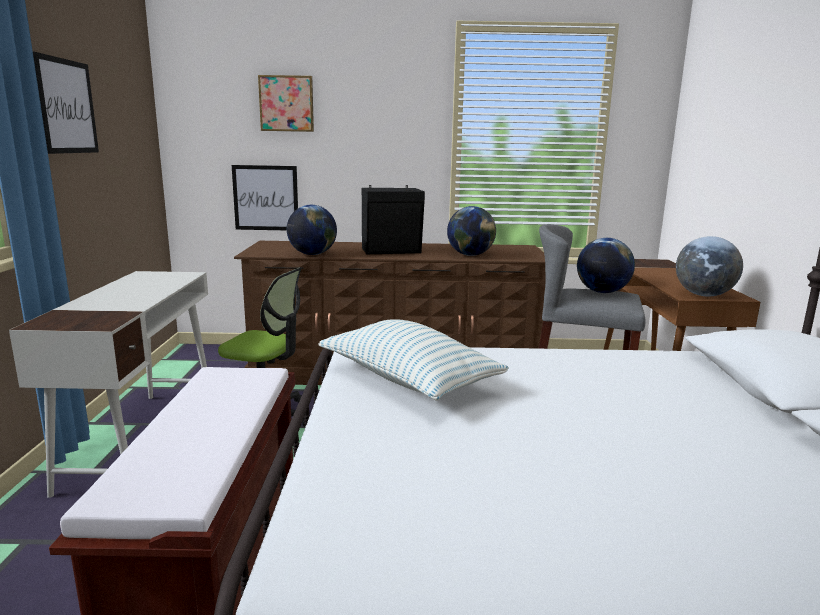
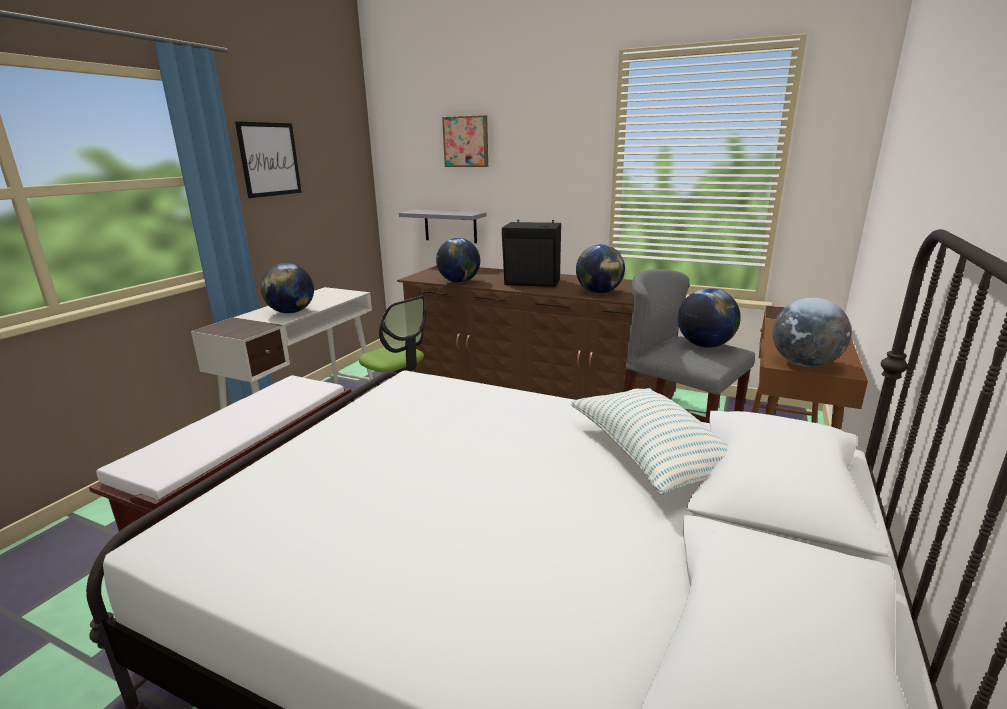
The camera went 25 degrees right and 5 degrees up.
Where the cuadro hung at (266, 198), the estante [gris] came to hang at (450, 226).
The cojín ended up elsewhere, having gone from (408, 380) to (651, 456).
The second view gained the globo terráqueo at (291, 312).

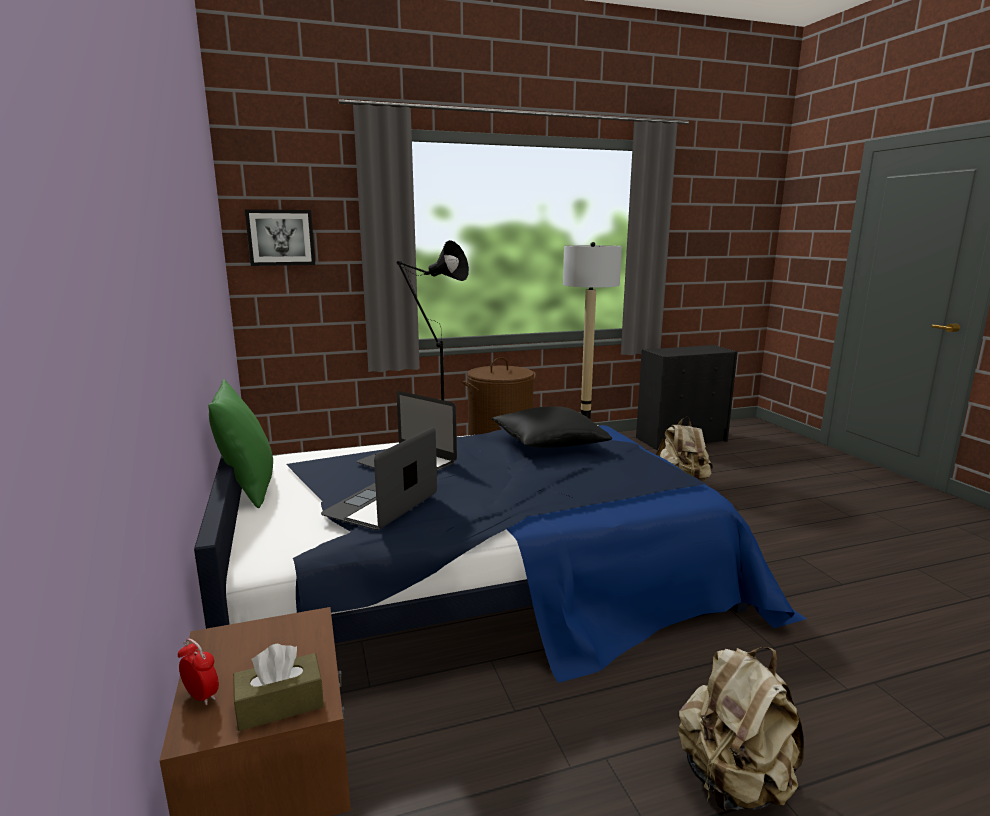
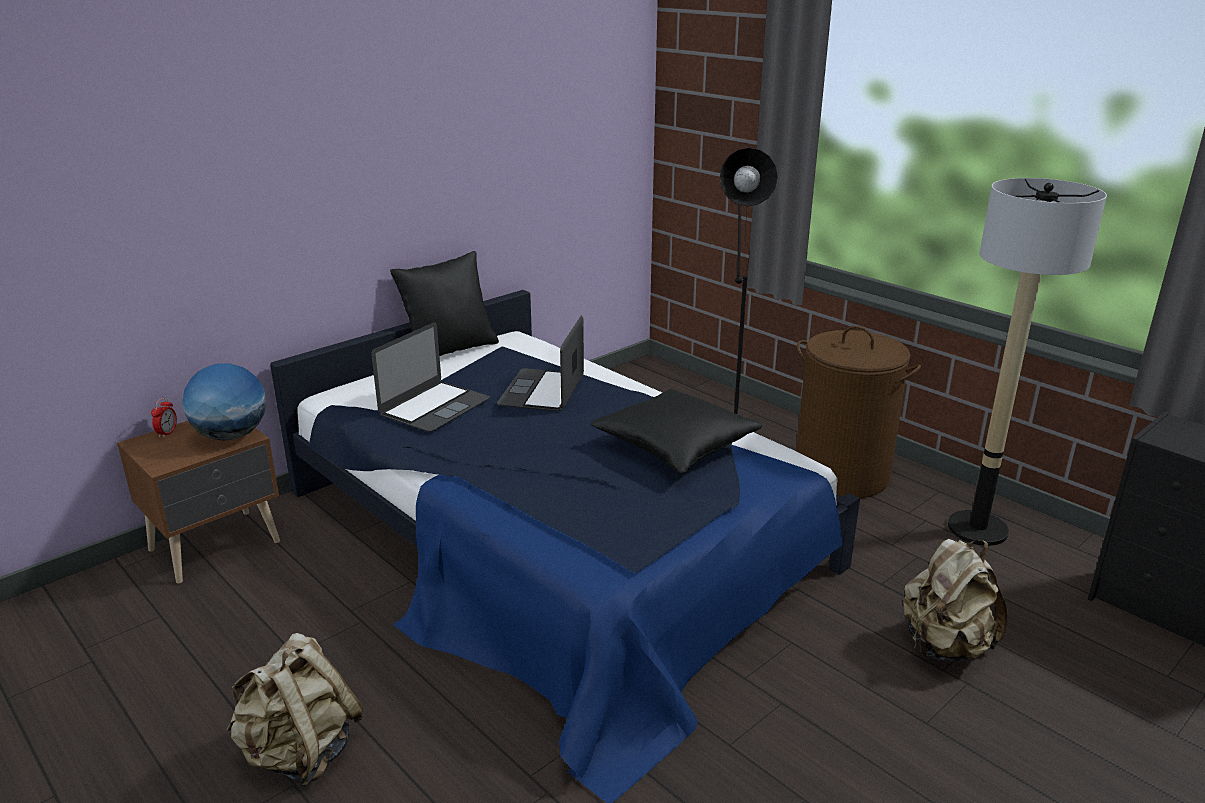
The camera went 65 degrees right and 10 degrees up.
The second view lost the cuadro at (281, 237).
What was the cojín [verde] at (248, 487) turned into the cojín [negro] at (449, 351).
The portátil at (381, 505) ended up facing another way, 120 degrees clockwise from before.
The second view lost the caja de pañuelos [marrón] at (280, 705).
The second view gained the globo terráqueo at (231, 436).

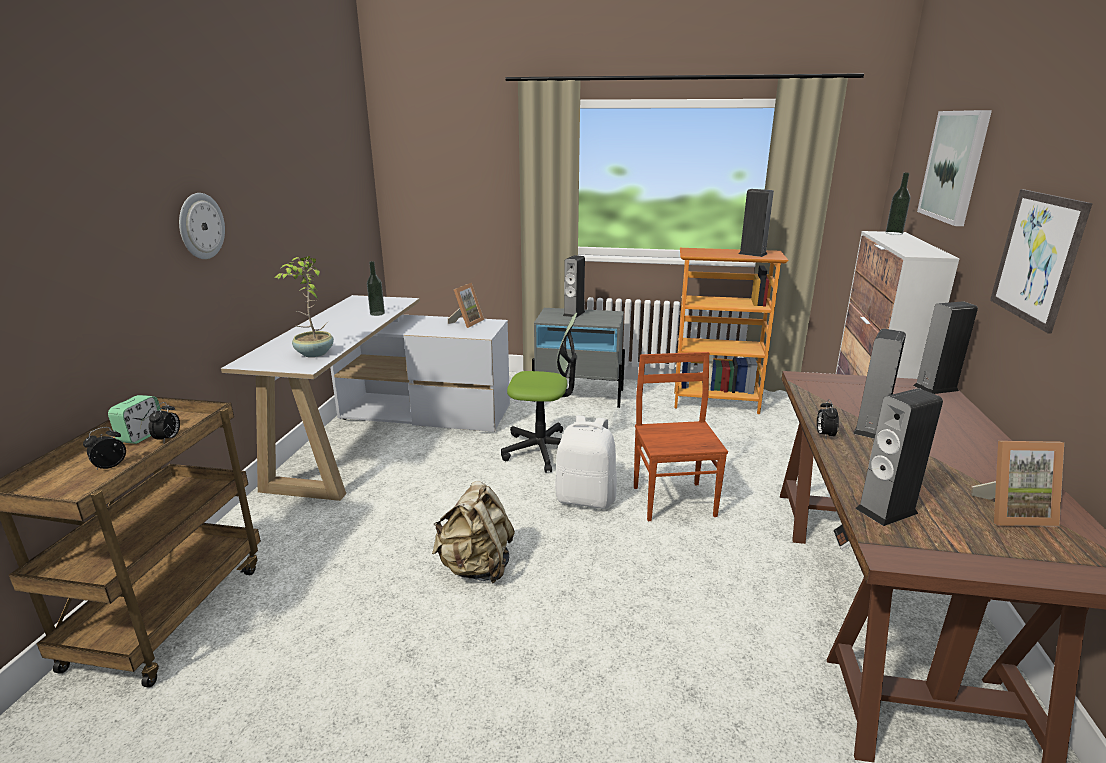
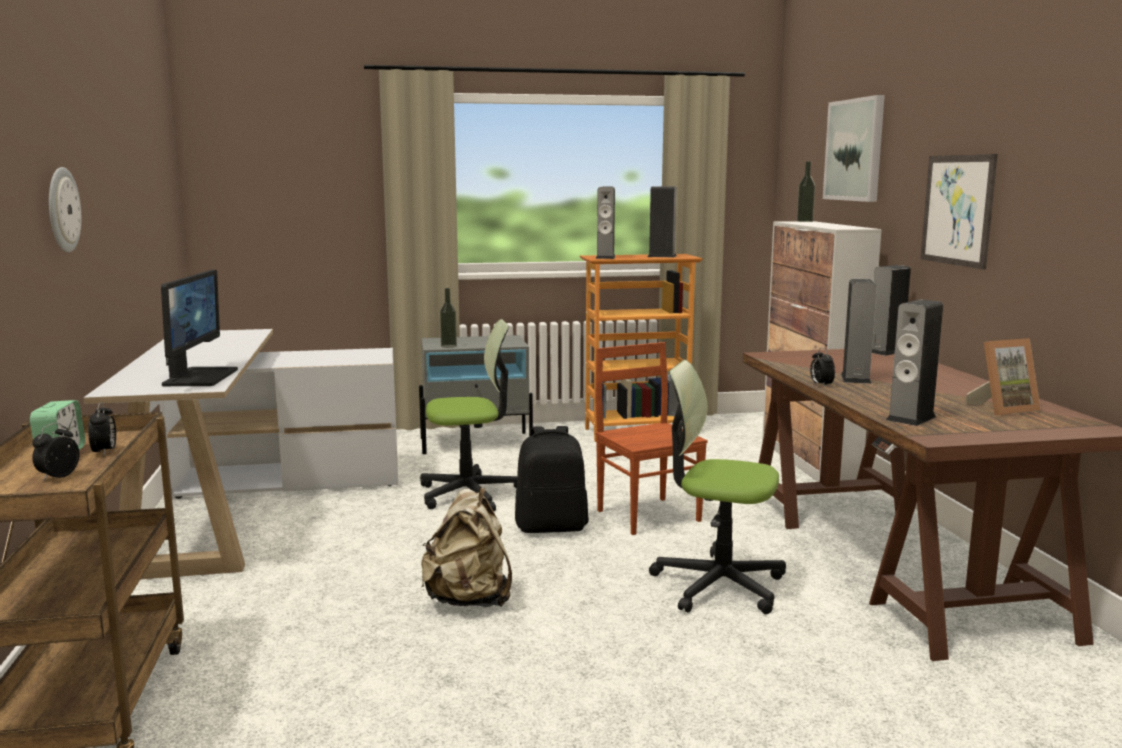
The camera went 20 degrees left and 10 degrees down.
The altavoz ended up elsewhere, having gone from (574, 313) to (605, 257).
Where the planta en maceta stood at (313, 354), the monitor came to stand at (199, 377).
The botella ended up elsewhere, having gone from (377, 313) to (448, 346).
The second view lost the portarretratos at (466, 323).
What was the mochila [blanco] at (586, 498) turned into the mochila [negro] at (552, 527).
The second view gained the silla de oficina at (718, 585).

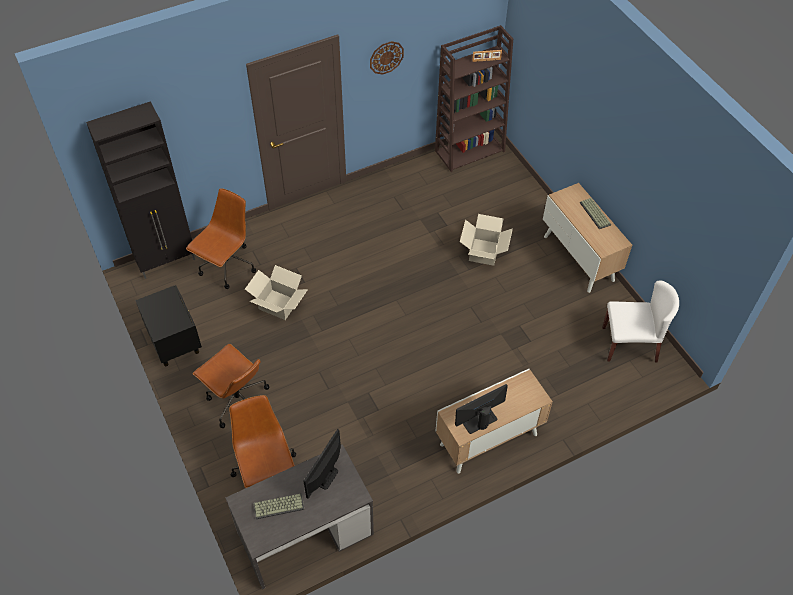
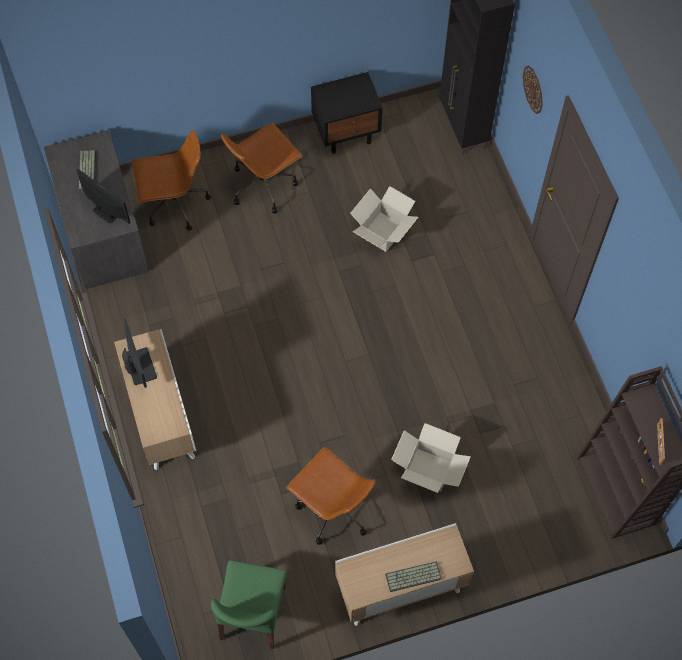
The camera went 100 degrees right and 10 degrees up.
The reloj de pared ended up elsewhere, having gone from (386, 57) to (533, 89).
The silla de oficina [marrón] ended up elsewhere, having gone from (227, 267) to (333, 509).
What was the silla [blanco] at (630, 344) turned into the silla [verde] at (253, 613).

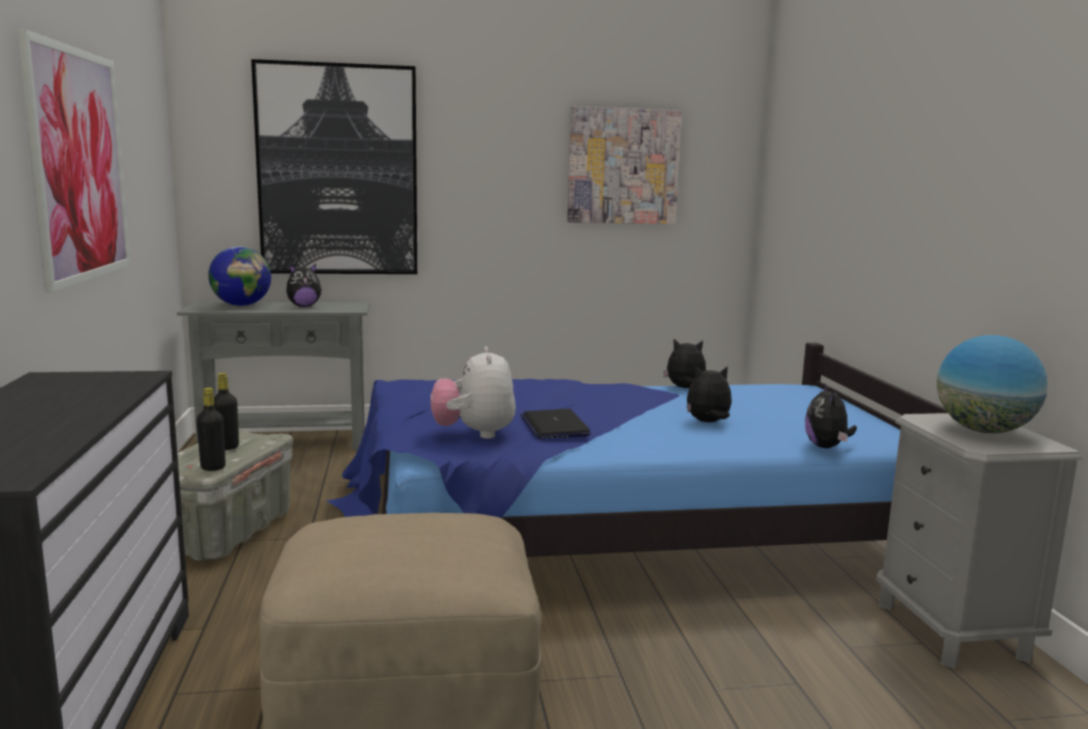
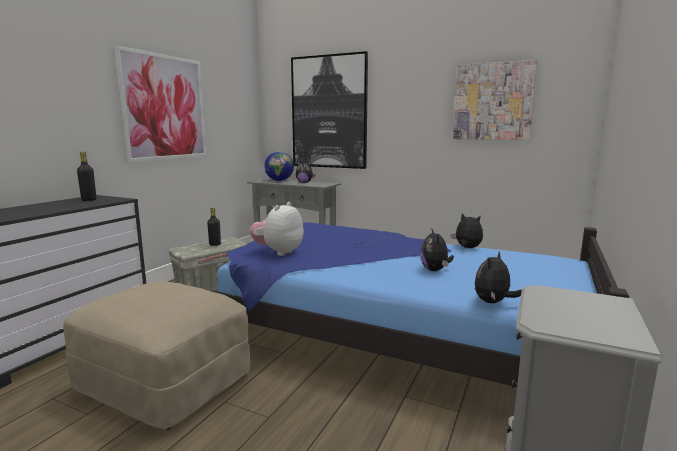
The camera went 35 degrees right and 0 degrees up.
The second view lost the globo terráqueo at (983, 431).
The peluche at (708, 422) ended up facing another way, 120 degrees counterclockwise from before.
The botella [negro] ended up elsewhere, having gone from (213, 467) to (89, 200).
The second view lost the portátil at (554, 426).

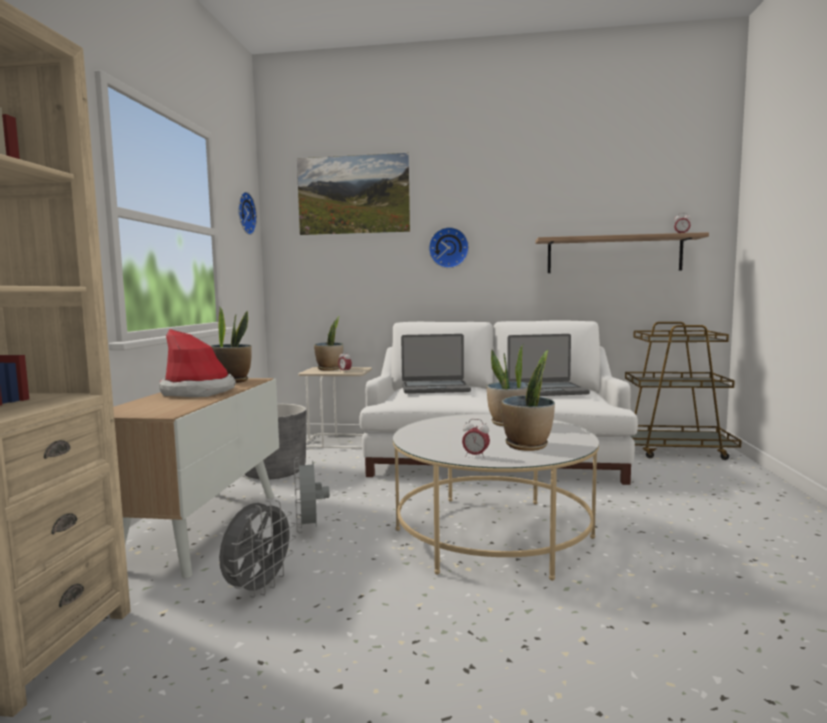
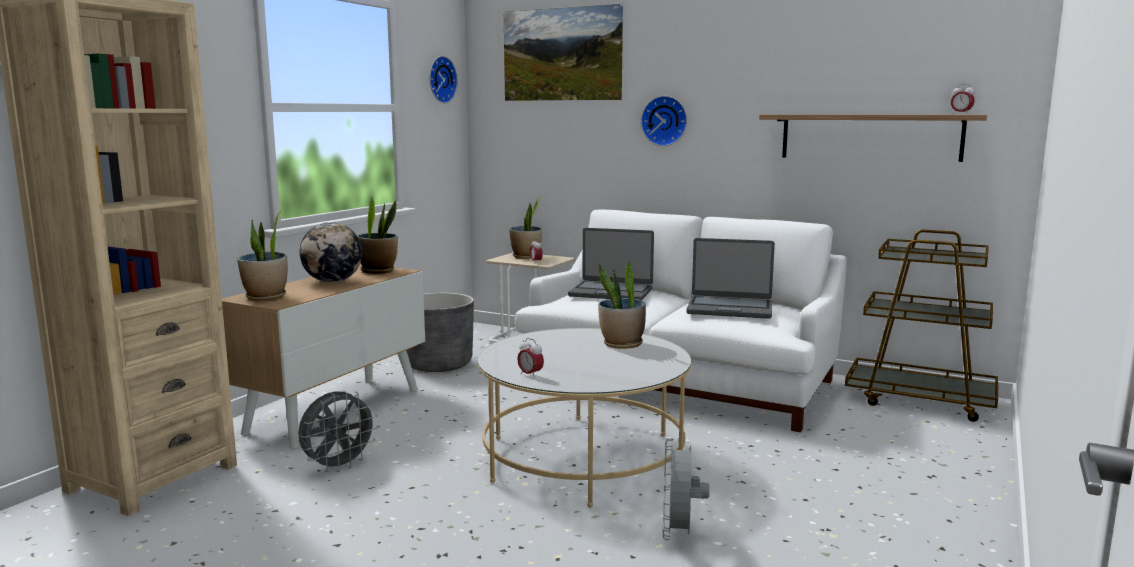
The camera went 20 degrees right and 5 degrees up.
Where the sombrero stood at (198, 392), the globo terráqueo came to stand at (333, 281).
The planta en maceta ended up elsewhere, having gone from (527, 446) to (266, 297).
The ventilador [gris] ended up elsewhere, having gone from (309, 529) to (679, 533).

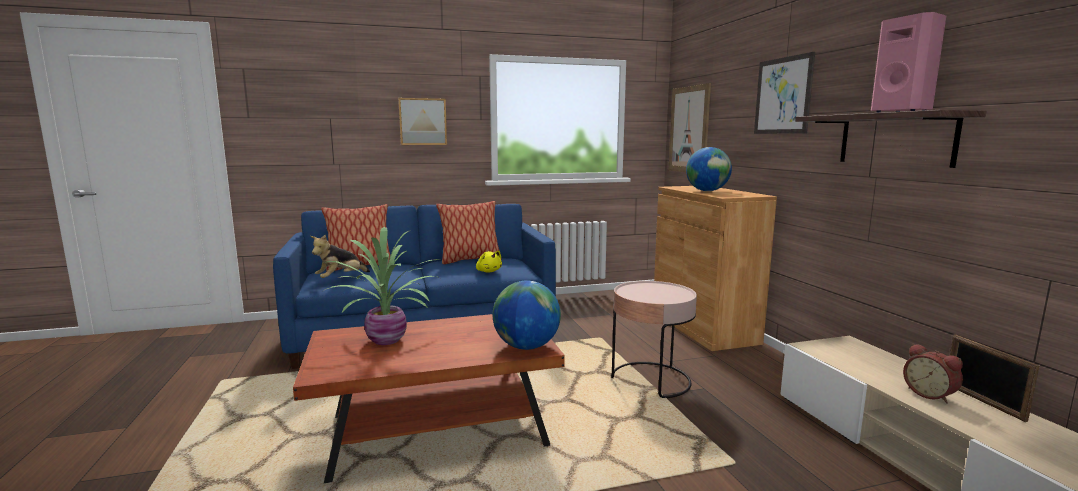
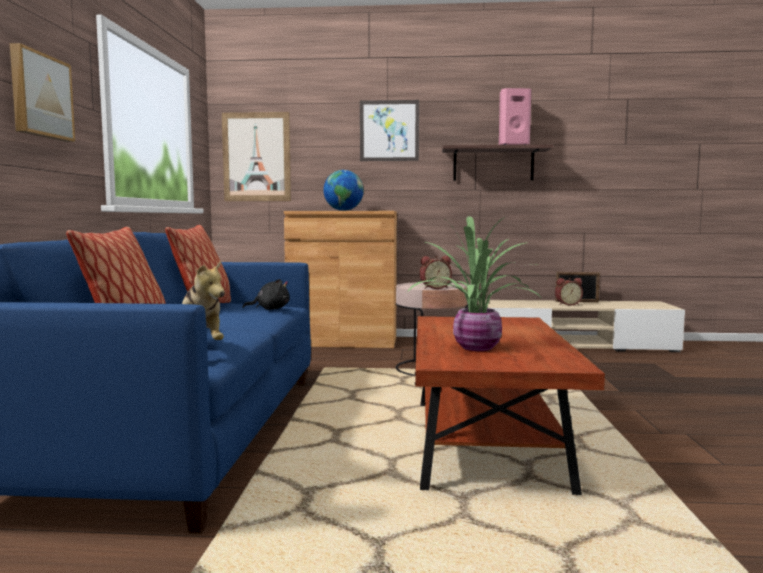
The camera went 70 degrees left and 5 degrees down.
What was the peluche [amarillo] at (488, 271) turned into the peluche [negro] at (270, 309).
The second view lost the globo terráqueo at (526, 347).
The second view gained the despertador at (434, 288).

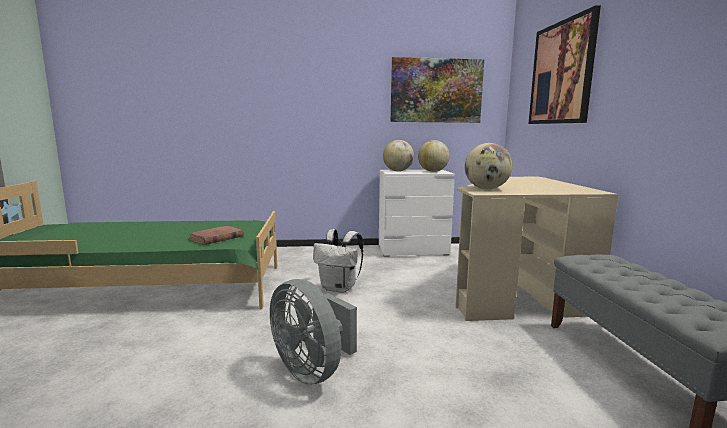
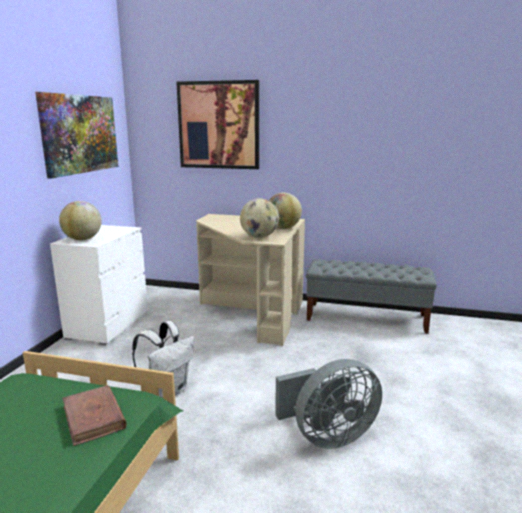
The camera went 70 degrees left and 5 degrees up.
The globo terráqueo ended up elsewhere, having gone from (433, 171) to (283, 228).

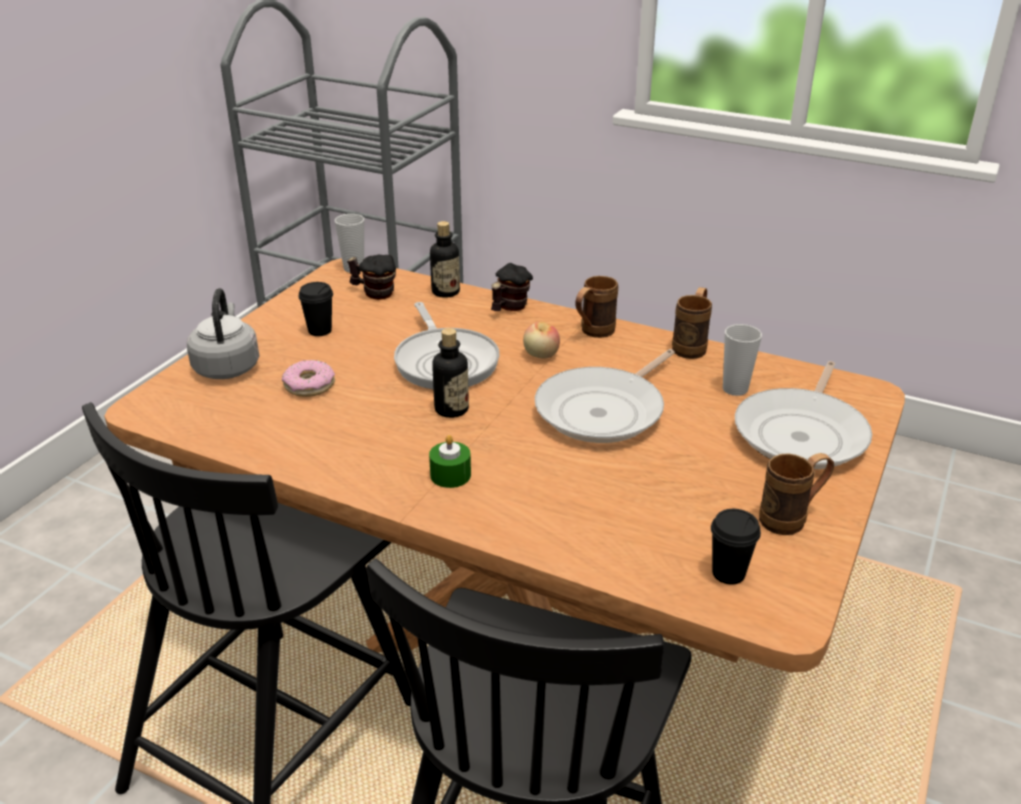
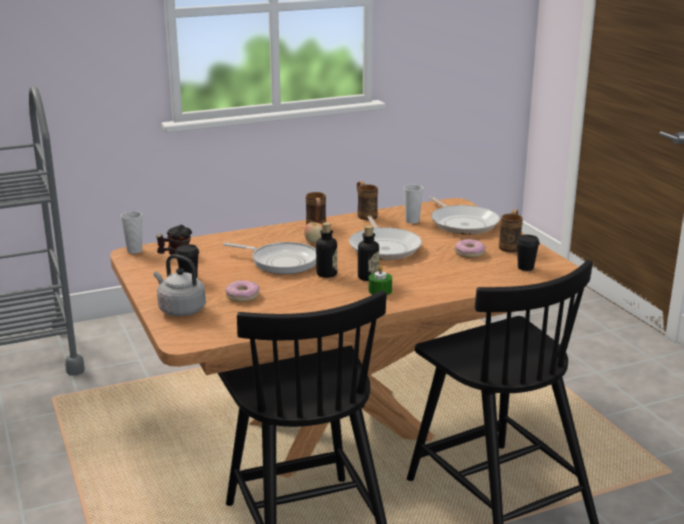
The camera went 50 degrees left and 10 degrees down.
The botella ended up elsewhere, having gone from (445, 292) to (368, 277).
The second view lost the taza grande at (508, 308).
The second view gained the rosquilla at (469, 253).

